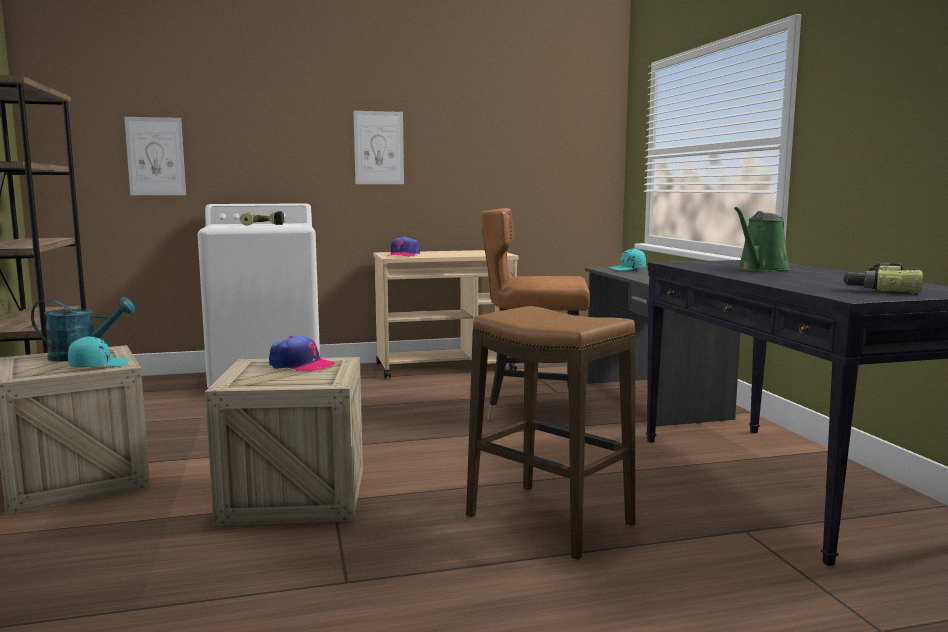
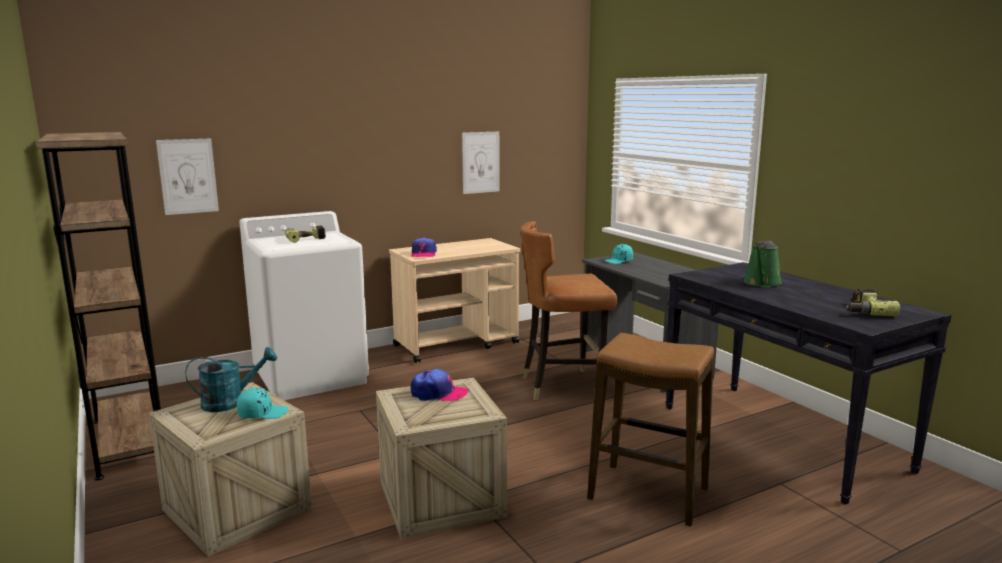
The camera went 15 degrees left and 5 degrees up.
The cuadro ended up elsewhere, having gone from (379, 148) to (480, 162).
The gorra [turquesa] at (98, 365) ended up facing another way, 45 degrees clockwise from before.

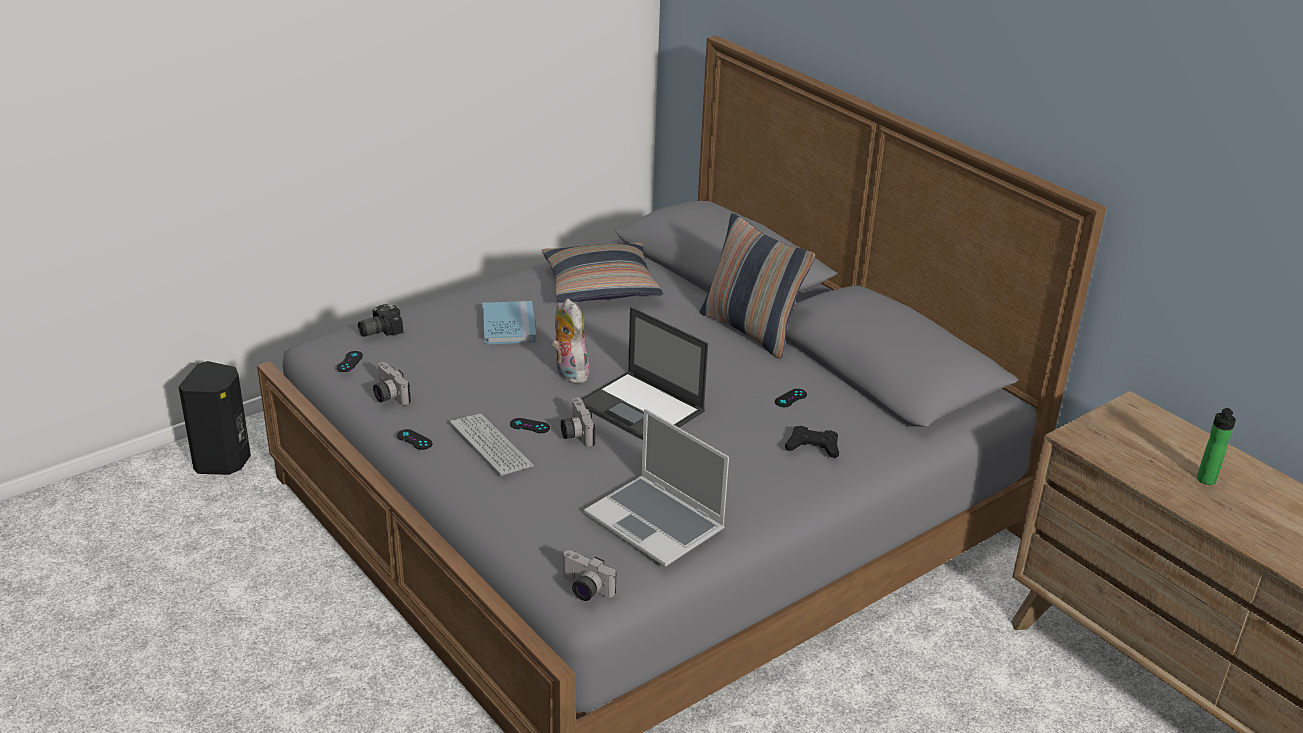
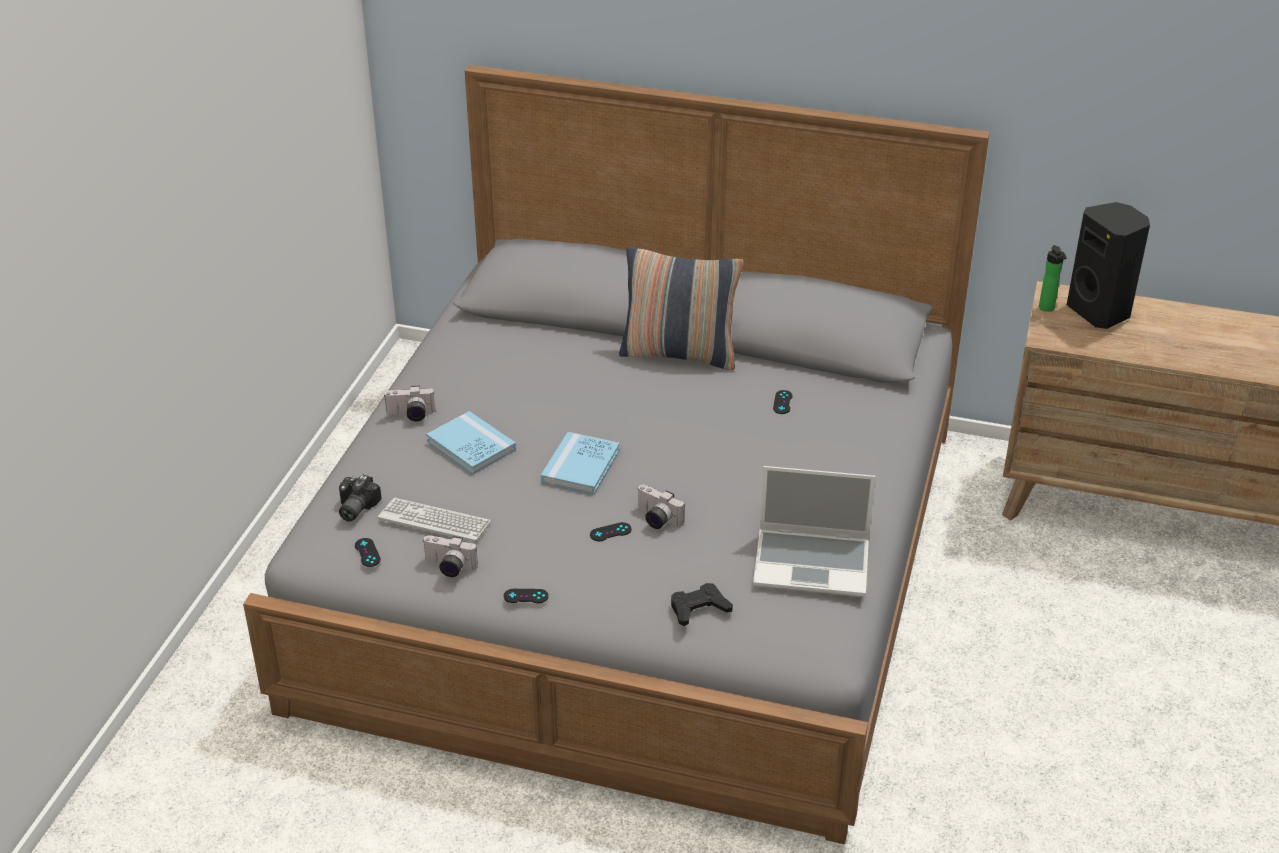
The camera went 35 degrees left and 5 degrees up.
The second view lost the cojín at (600, 286).
Where the peluche stood at (568, 373), the libro [azul] came to stand at (580, 466).
The second view lost the portátil at (642, 408).
The altavoz [negro] ended up elsewhere, having gone from (224, 461) to (1100, 312).
The botella ended up elsewhere, having gone from (1205, 481) to (1047, 309).
The teclado ended up elsewhere, having gone from (491, 445) to (434, 521).
The mando de consola [negro] ended up elsewhere, having gone from (813, 447) to (699, 609).
The cámara ended up elsewhere, having gone from (584, 590) to (410, 415).

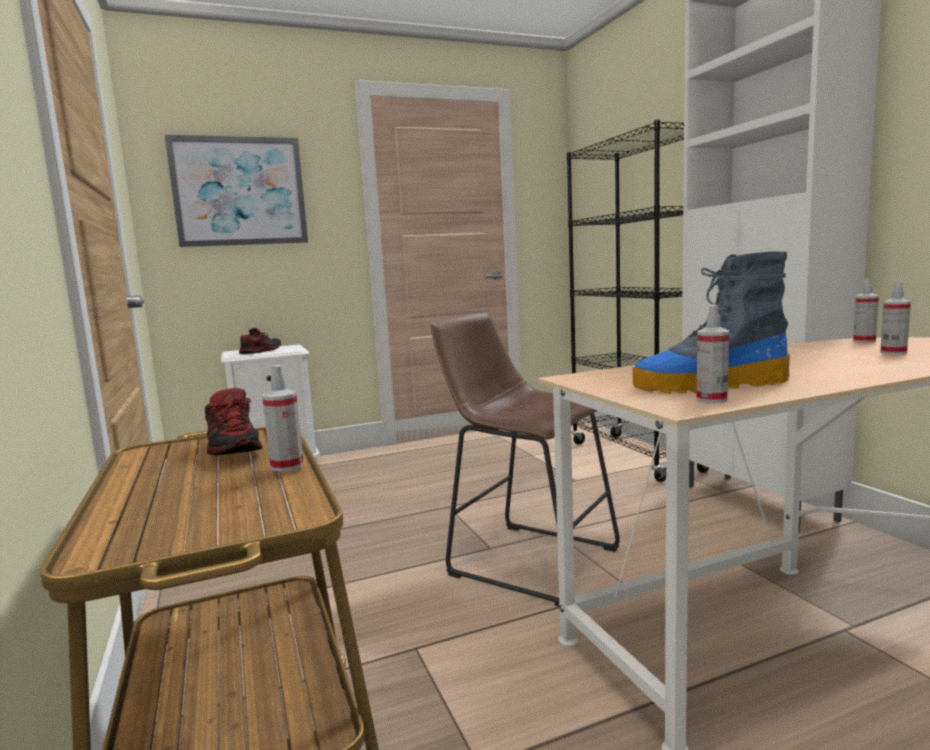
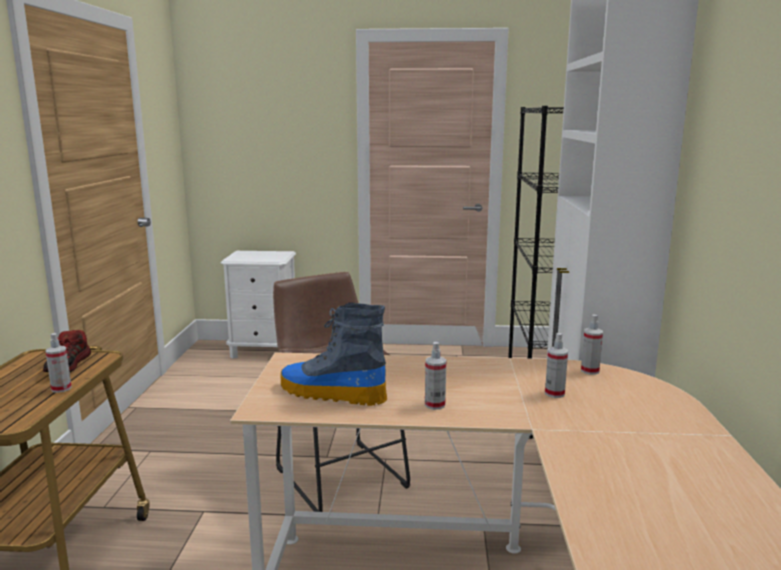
The camera went 25 degrees right and 5 degrees up.
The second view lost the cuadro at (239, 191).
The pulverizador ended up elsewhere, having gone from (711, 399) to (435, 405).
The second view lost the zapato at (261, 351).

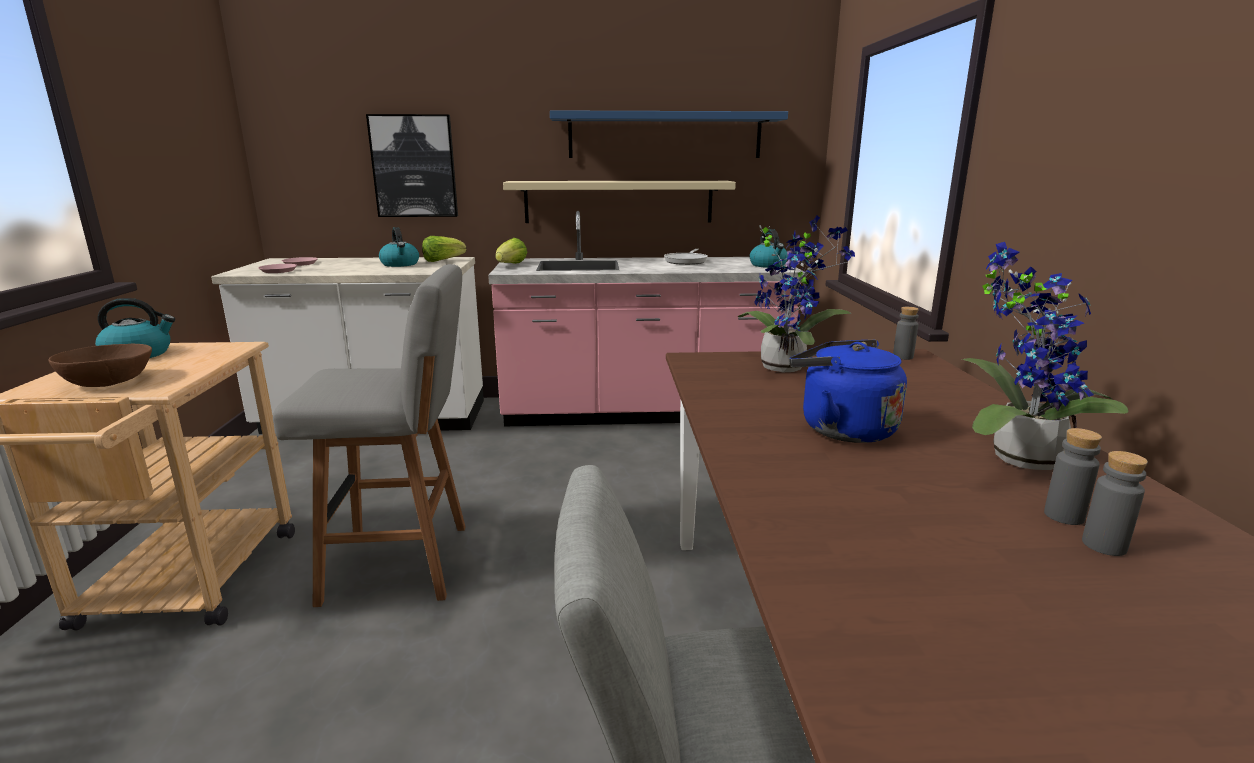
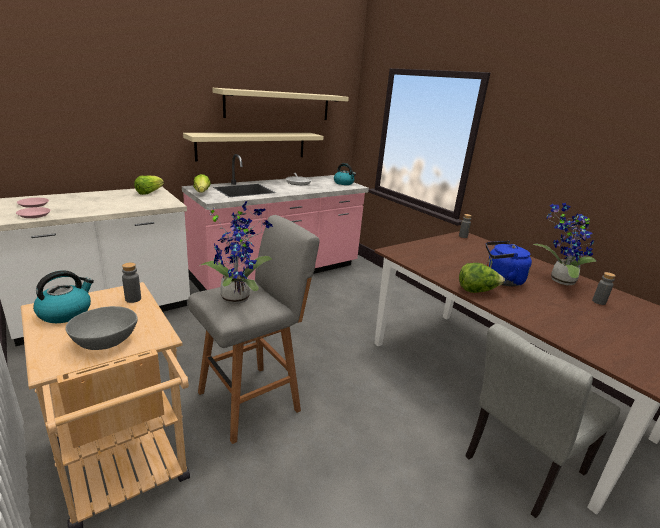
The camera went 35 degrees left and 5 degrees up.
What was the estante [azul] at (665, 136) turned into the estante [beis] at (279, 105).
The second view lost the cuadro at (414, 166).
The planta en maceta ended up elsewhere, having gone from (786, 366) to (237, 296).
The second view lost the hervidor at (400, 264).
What was the cuenco [marrón] at (109, 382) turned into the cuenco [gris] at (105, 341).
The botella [gris] ended up elsewhere, having gone from (1104, 545) to (133, 299).
The second view gained the lechuga at (476, 291).

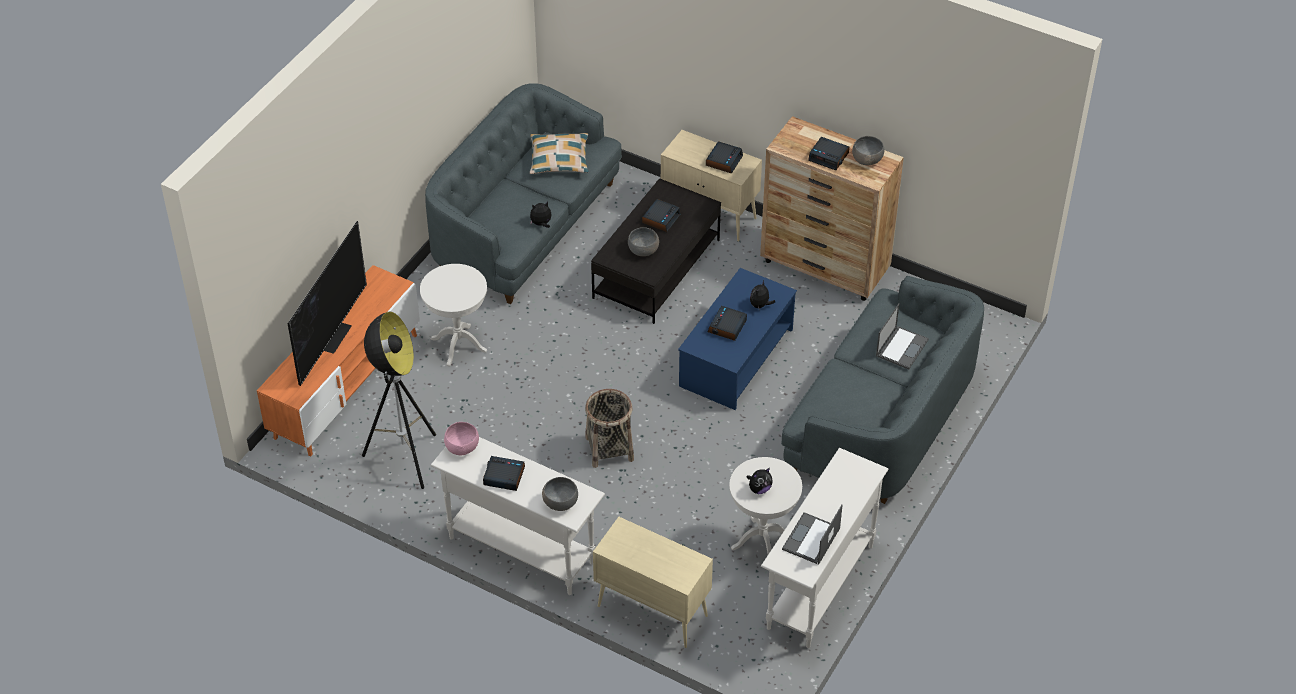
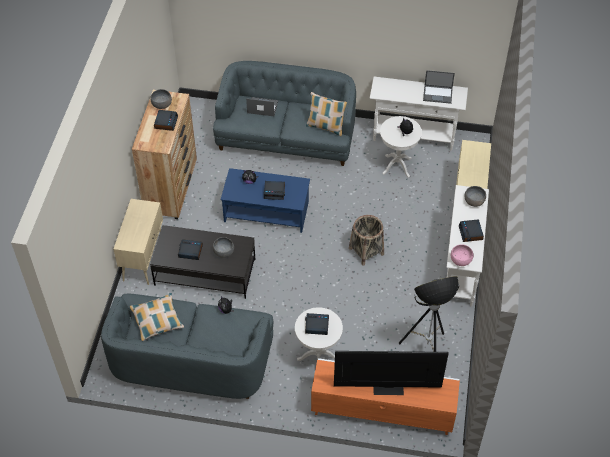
The camera went 110 degrees left and 5 degrees up.
The despertador ended up elsewhere, having gone from (724, 160) to (316, 326).
The second view gained the cojín at (325, 127).

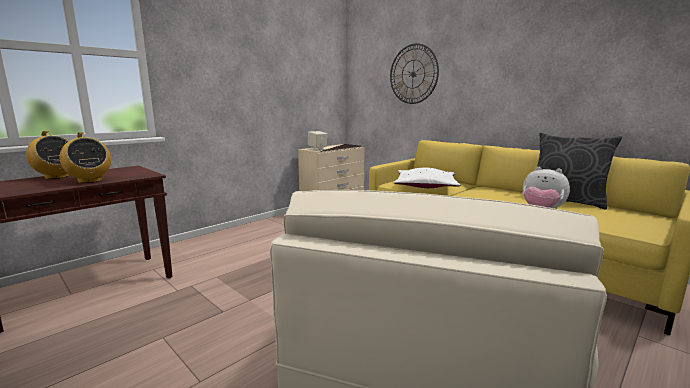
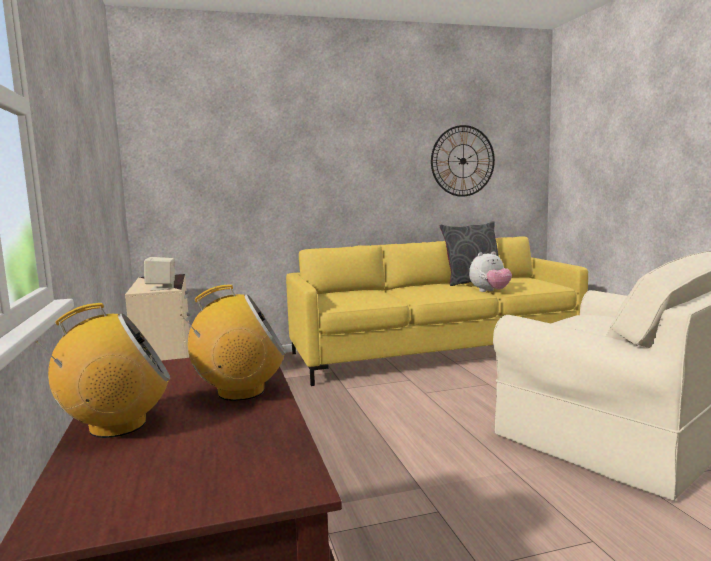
The camera went 60 degrees left and 5 degrees down.
The reloj de pared ended up elsewhere, having gone from (413, 74) to (463, 161).
The second view lost the cojín [blanco] at (425, 186).

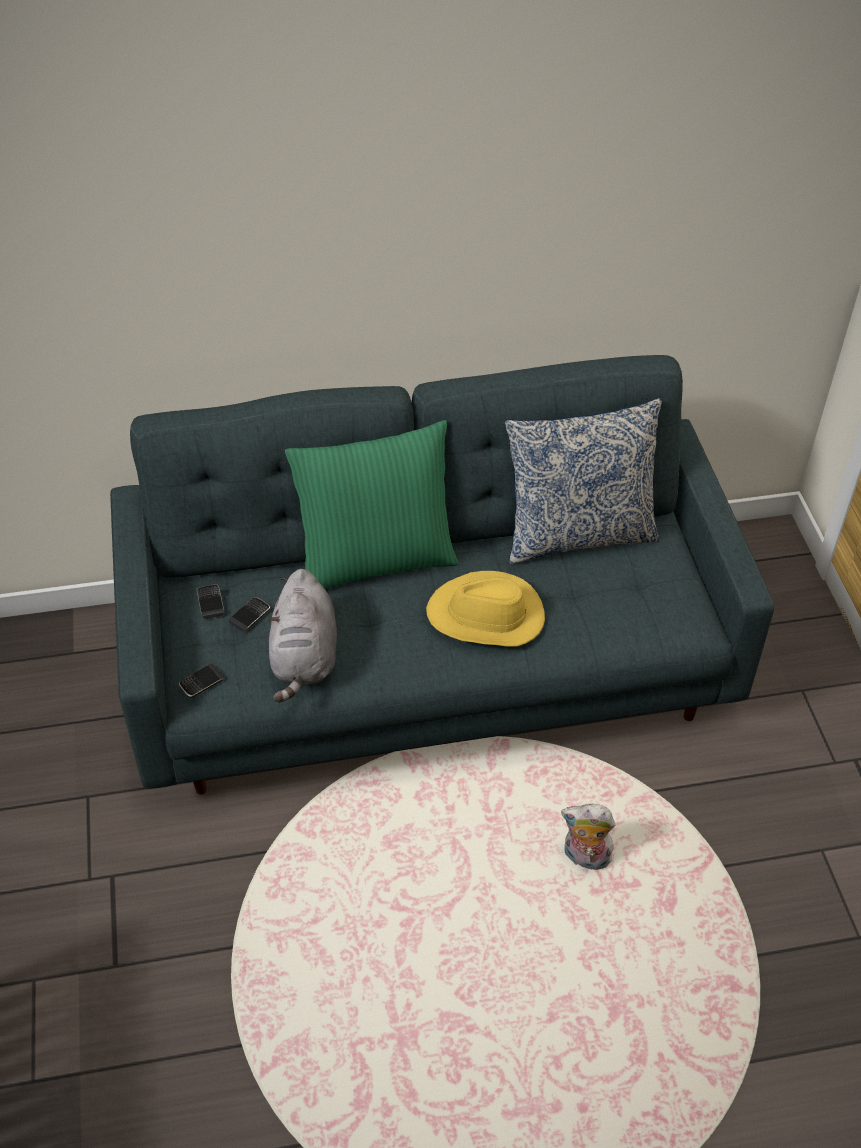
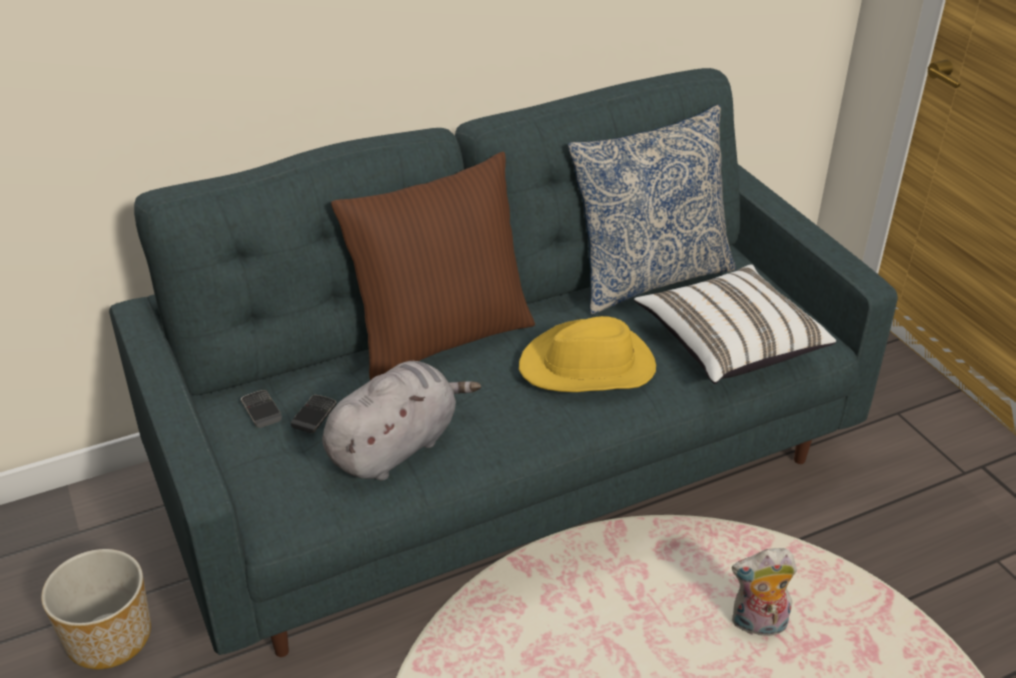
The camera went 15 degrees left and 10 degrees down.
What was the cojín [verde] at (375, 560) turned into the cojín [marrón] at (440, 336).
The peluche [gris] at (304, 658) ended up facing another way, 120 degrees counterclockwise from before.
The second view lost the móvil at (201, 682).
The second view gained the cojín [blanco] at (729, 344).
The second view gained the maceta at (110, 638).

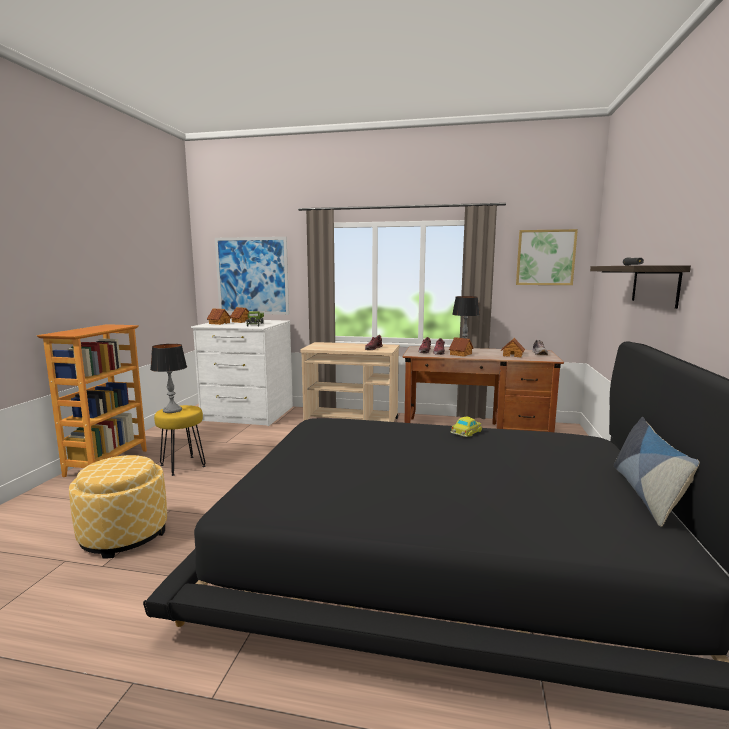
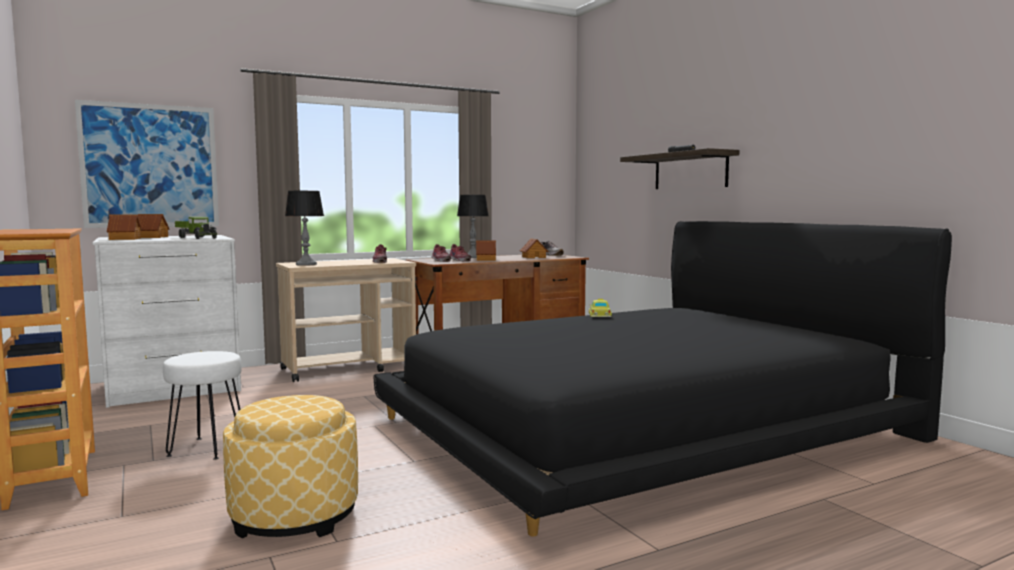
The camera went 40 degrees left and 5 degrees down.
The second view lost the cuadro at (545, 257).
The lámpara de mesa ended up elsewhere, having gone from (172, 410) to (306, 264).
What was the taburete [amarillo] at (183, 465) turned into the taburete [blanco] at (207, 448).
The second view lost the cojín at (646, 494).

